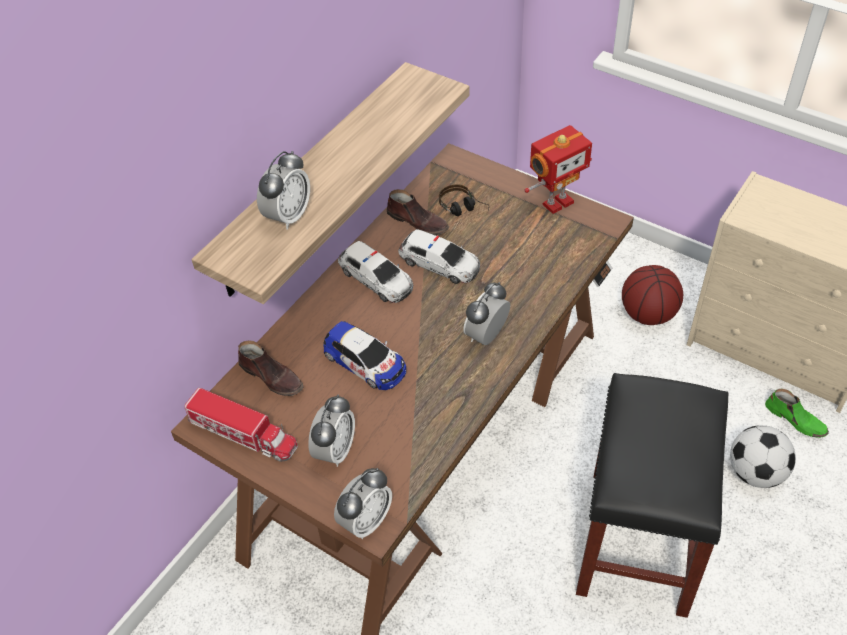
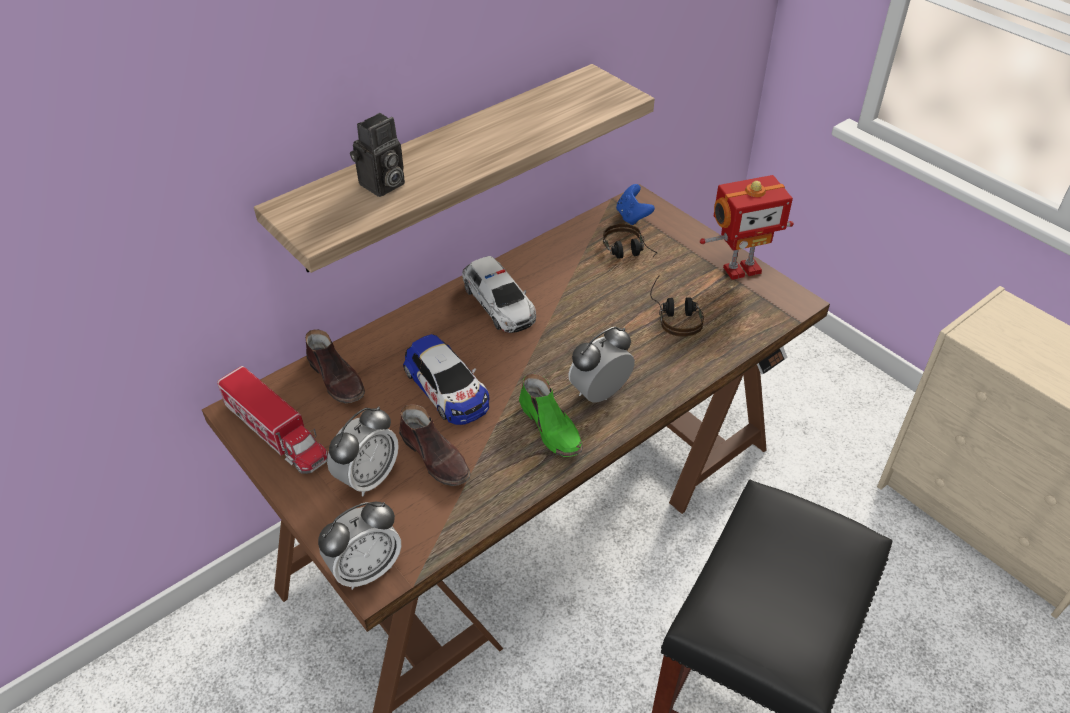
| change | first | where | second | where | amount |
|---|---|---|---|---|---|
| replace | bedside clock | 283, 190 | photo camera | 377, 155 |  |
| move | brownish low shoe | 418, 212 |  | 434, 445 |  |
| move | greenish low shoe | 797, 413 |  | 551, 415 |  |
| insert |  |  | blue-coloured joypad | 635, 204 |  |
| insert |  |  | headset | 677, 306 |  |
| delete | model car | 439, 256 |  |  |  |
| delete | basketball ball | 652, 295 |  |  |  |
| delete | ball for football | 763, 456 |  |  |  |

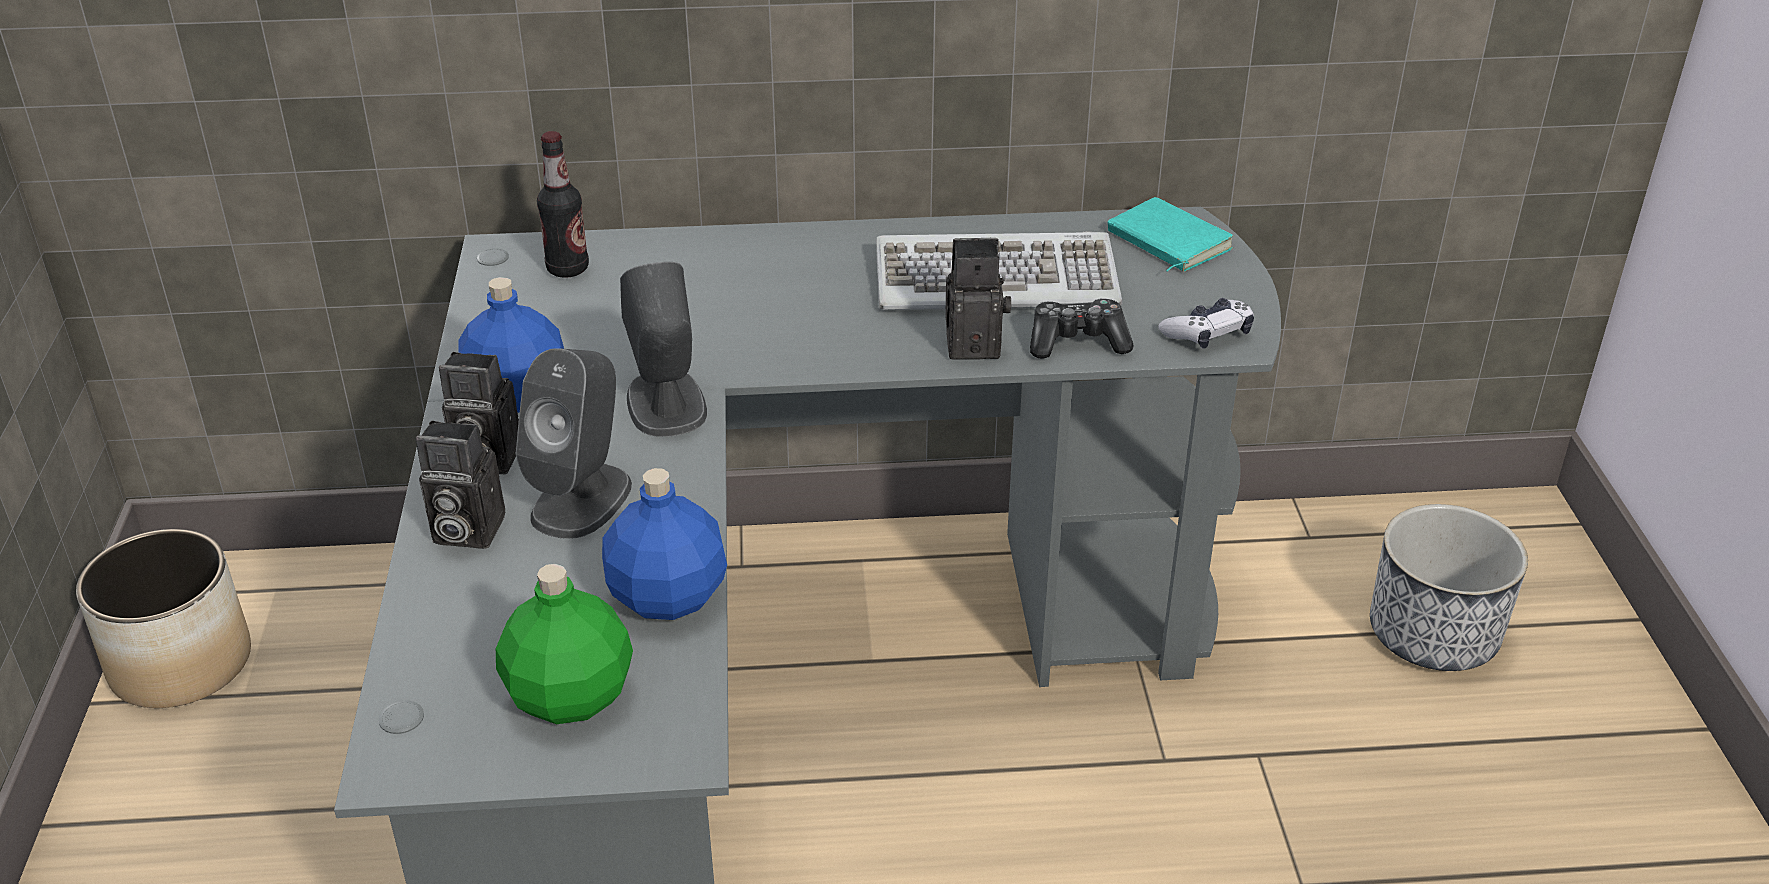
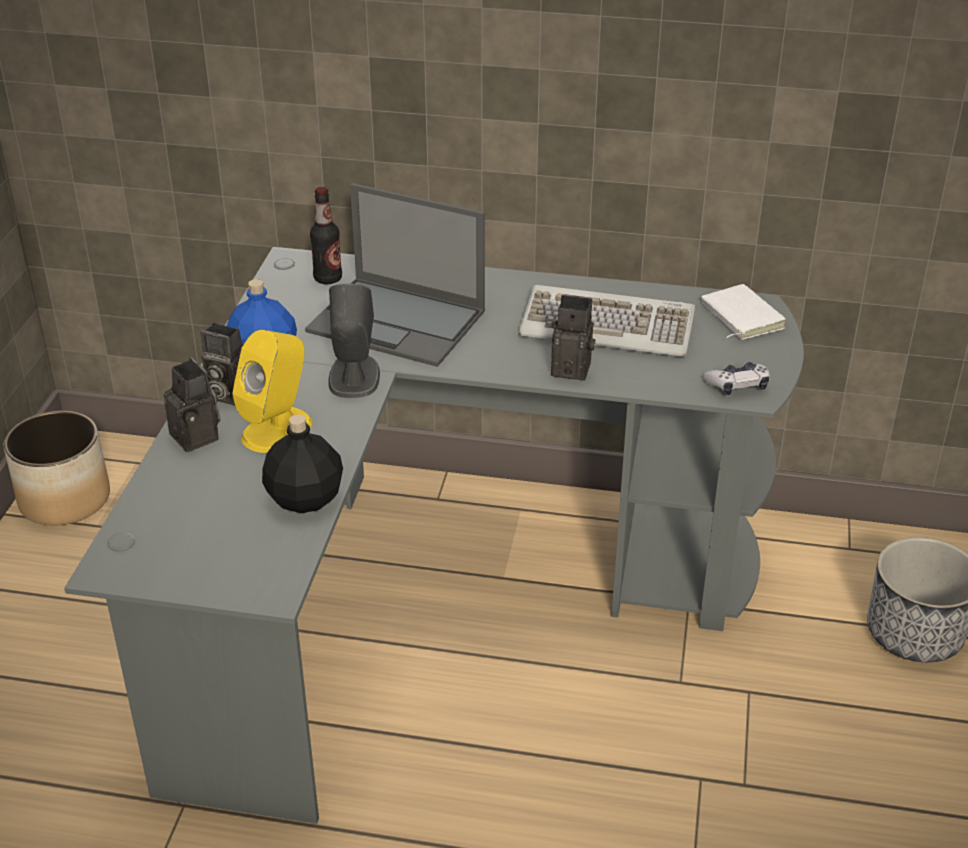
| change | first | where | second | where | amount |
|---|---|---|---|---|---|
| rotate | photo camera | 460, 484 |  | 192, 404 | 150 degrees counterclockwise |
| recolor | gray speaker | 574, 443 | yellow speaker | 272, 391 |  |
| recolor | blue-coloured bottle | 664, 544 | black bottle | 302, 464 |  |
| insert |  |  | laptop | 395, 275 |  |
| recolor | turquoise-coloured volume | 1170, 234 | white volume | 744, 312 |  |
| delete | greenish bottle | 564, 644 |  |  |  |
| delete | joypad | 1081, 328 |  |  |  |

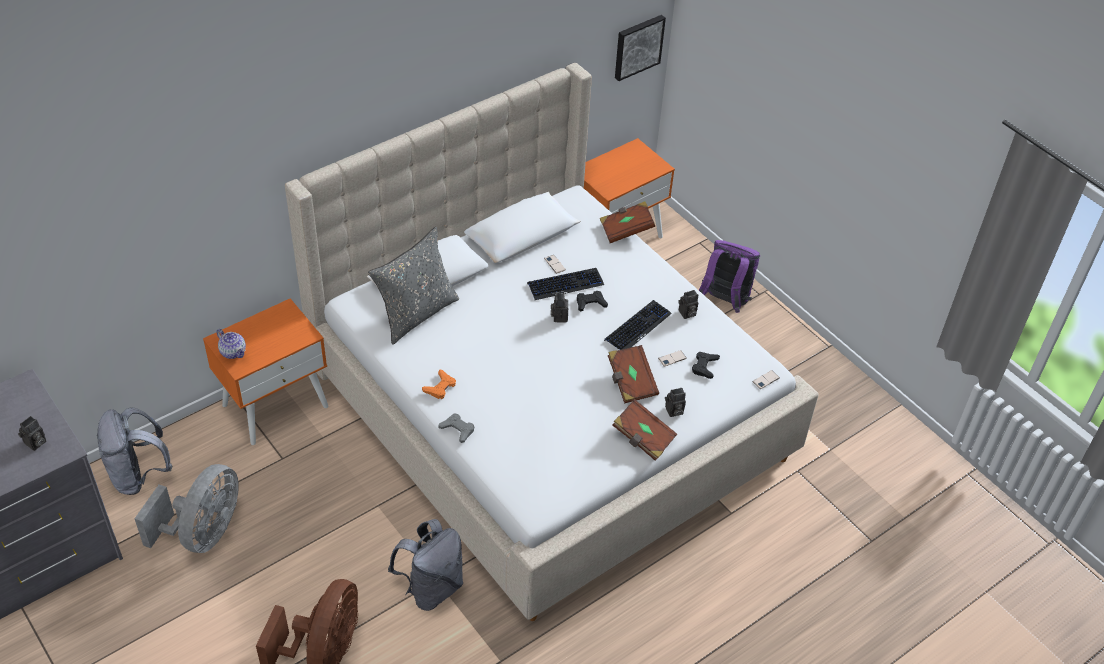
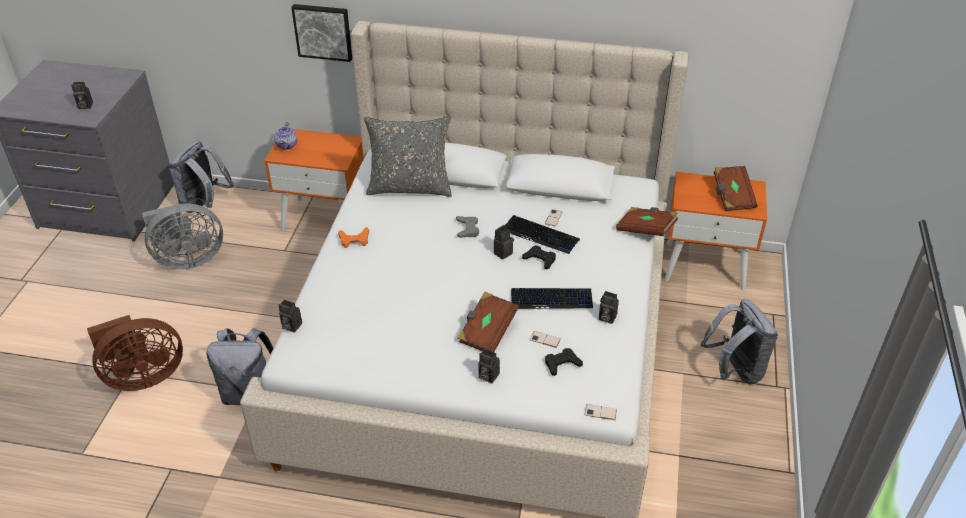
| change | first | where | second | where | amount |
|---|---|---|---|---|---|
| insert |  |  | photo camera | 290, 316 |  |
| move | wall picture | 640, 48 |  | 321, 33 |  |
| move | gray joypad | 456, 428 |  | 467, 227 |  |
| recolor | purplish backpack | 729, 276 | gray backpack | 739, 341 |  |
| move | brownish volume | 644, 430 |  | 736, 188 |  |

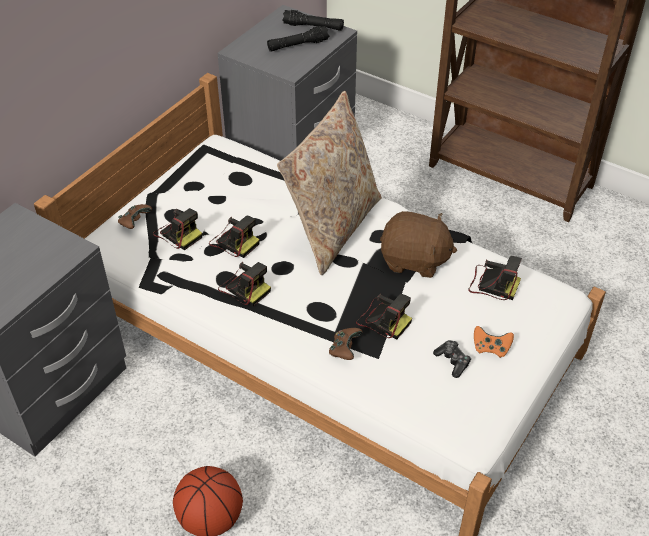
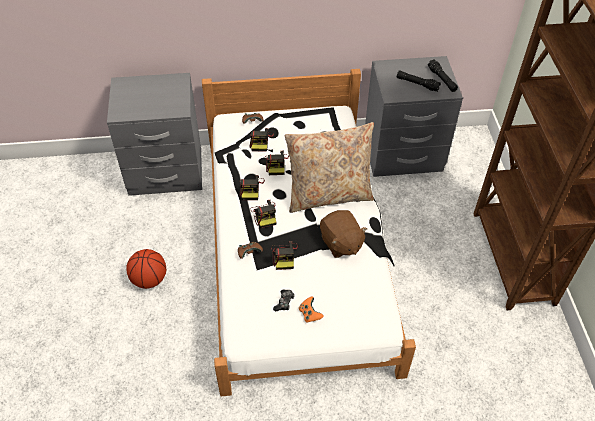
| change | first | where | second | where | amount |
|---|---|---|---|---|---|
| move | photo camera | 495, 278 |  | 263, 214 |  |

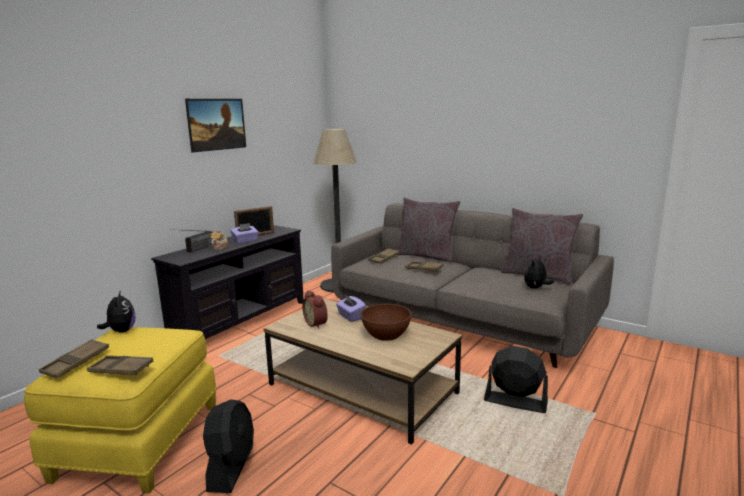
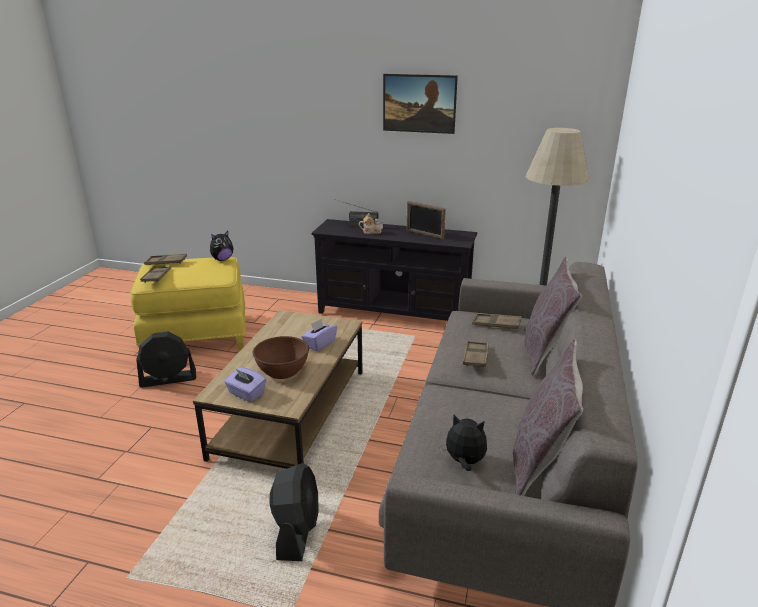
| change | first | where | second | where | amount |
|---|---|---|---|---|---|
| move | purplish tissue box | 244, 233 |  | 245, 384 |  |
| delete | bedside clock | 315, 309 |  |  |  |

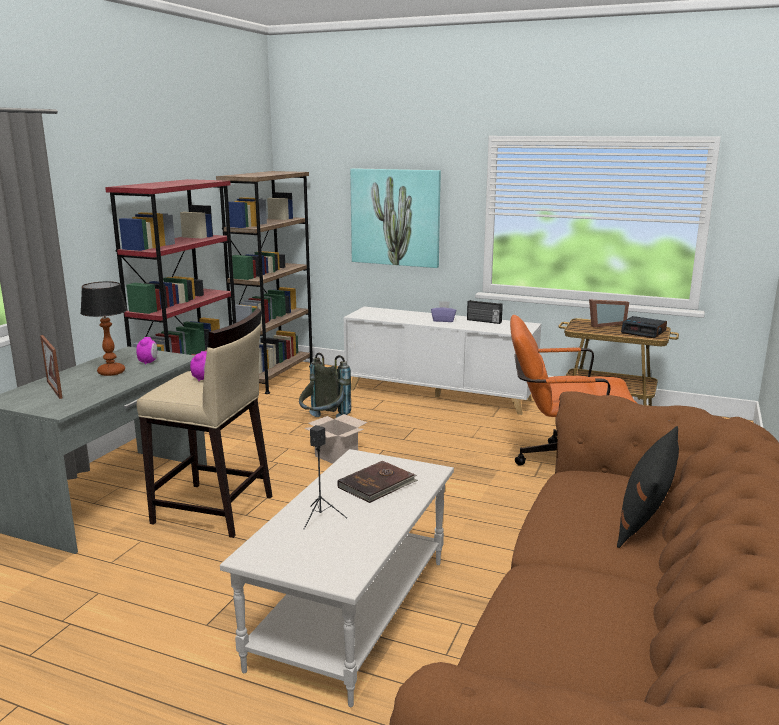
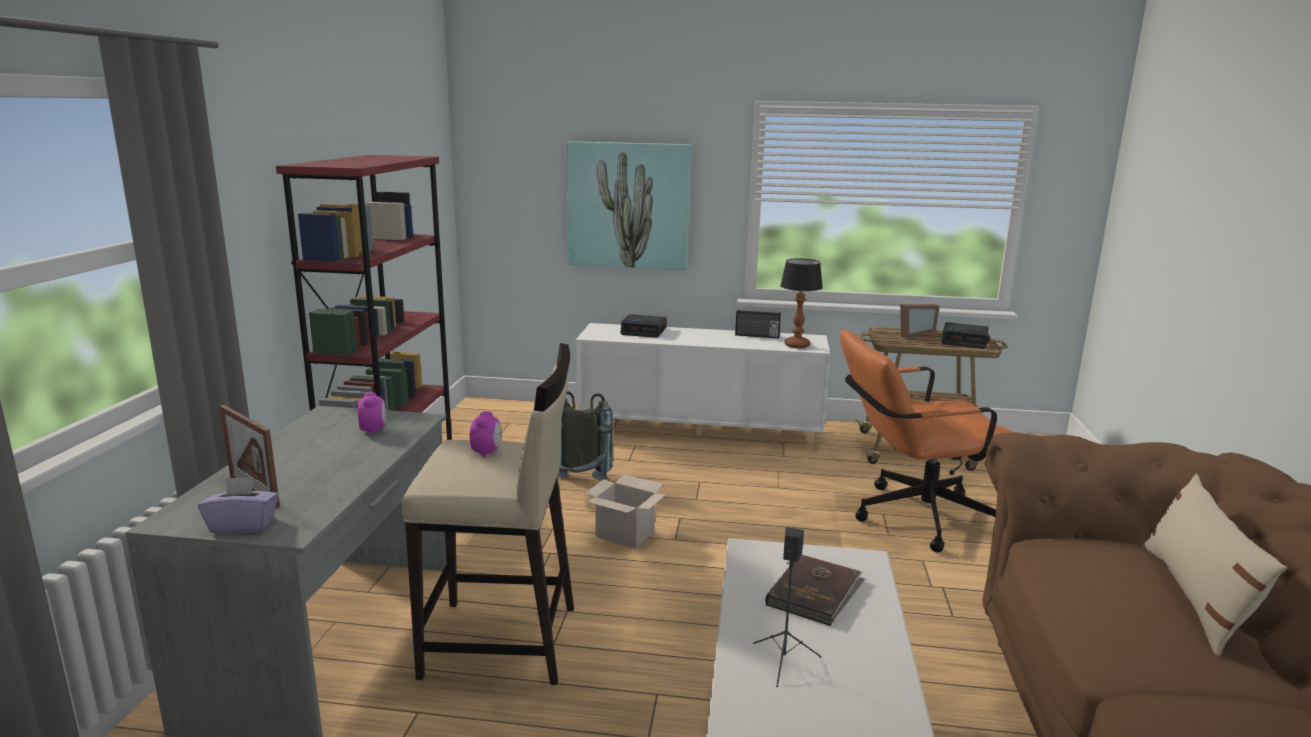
| change | first | where | second | where | amount |
|---|---|---|---|---|---|
| move | purplish tissue box | 444, 311 |  | 238, 505 |  |
| insert |  |  | bedside clock | 644, 326 |  |
| move | tabletop lamp | 104, 328 |  | 801, 303 |  |
| recolor | black pillow | 648, 487 | sand-coloured pillow | 1215, 565 |  |
| delete | brownish bookshelf | 264, 282 |  |  |  |

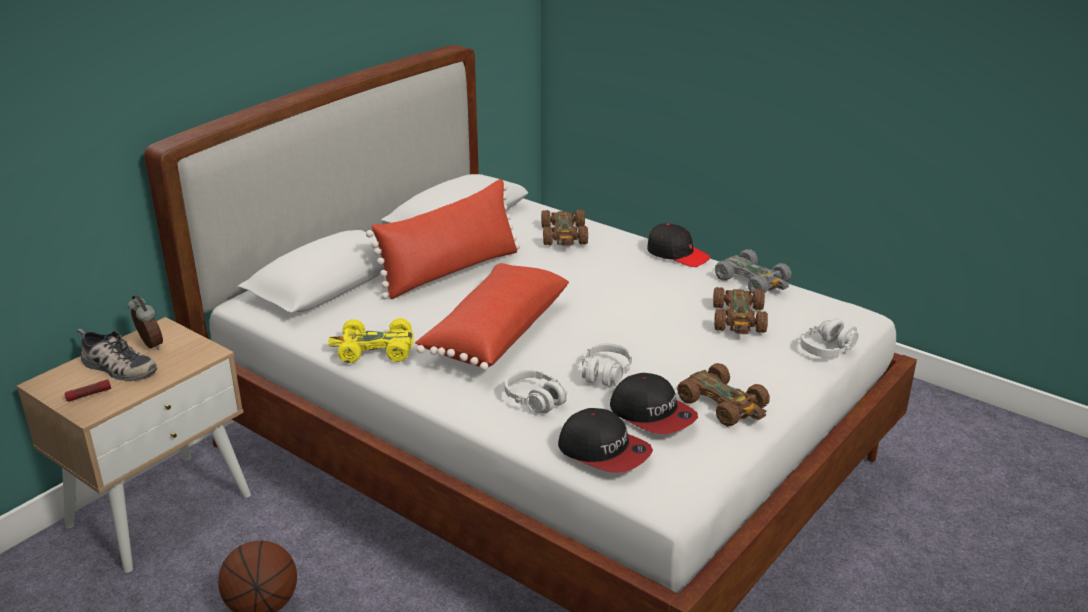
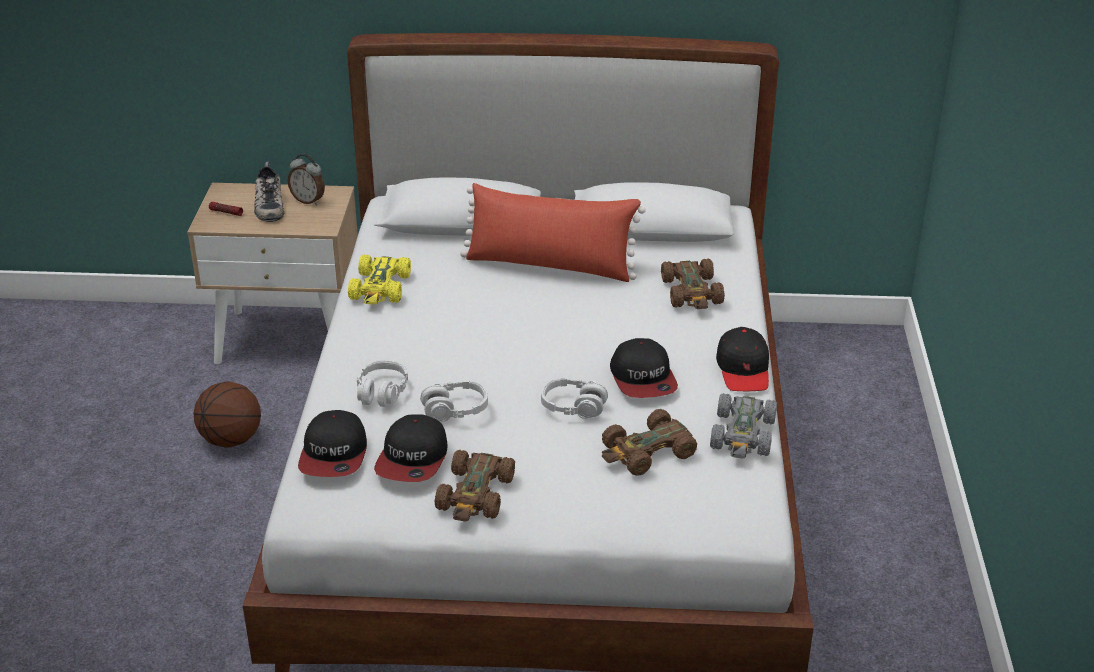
| change | first | where | second | where | amount |
|---|---|---|---|---|---|
| rotate | bedside clock | 145, 322 |  | 306, 179 | 105 degrees clockwise |
| rotate | yellow model car | 371, 340 |  | 379, 280 | 135 degrees counterclockwise |
| move | gray headset | 829, 337 |  | 574, 398 |  |
| insert |  |  | baseball cap | 644, 368 |  |
| rotate | brownish model car | 564, 227 |  | 693, 284 | 60 degrees counterclockwise |
| delete | red-coloured pillow | 492, 317 |  |  |  |

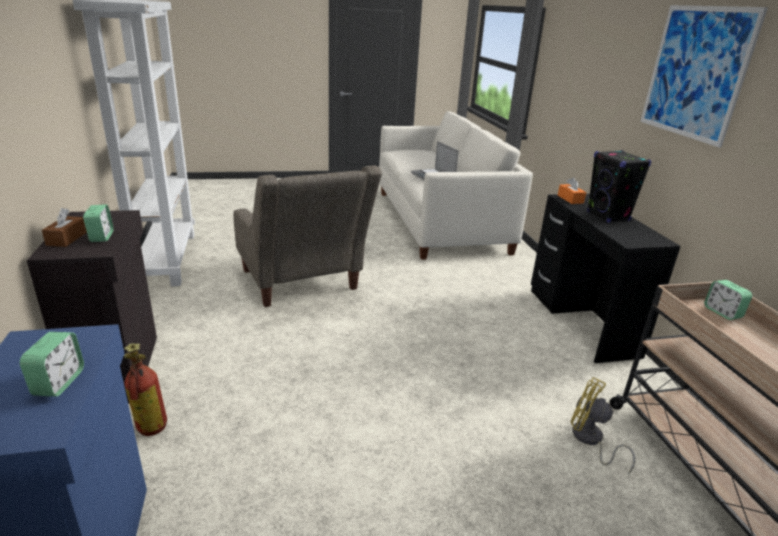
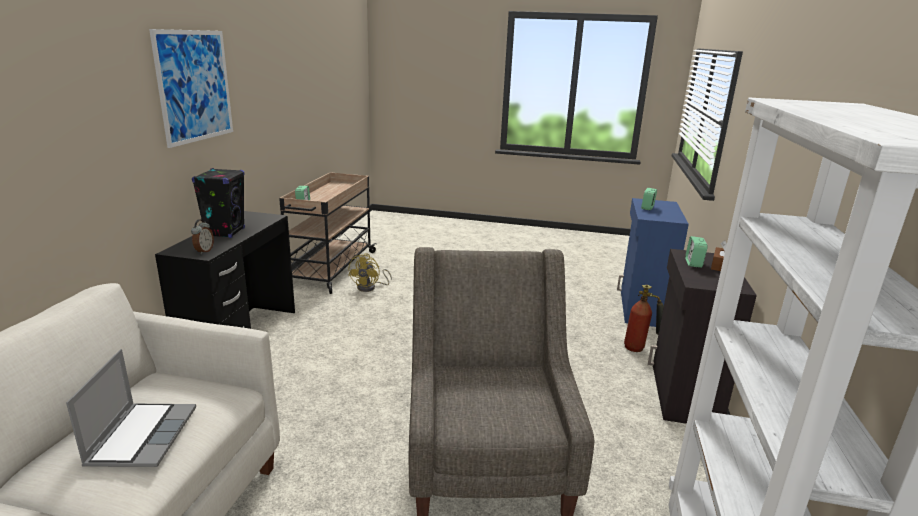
| change | first | where | second | where | amount |
|---|---|---|---|---|---|
| replace | orange-coloured tissue box | 572, 190 | bedside clock | 202, 237 |  |
| rotate | yellow cooling fan | 603, 425 |  | 370, 272 | 45 degrees clockwise |

